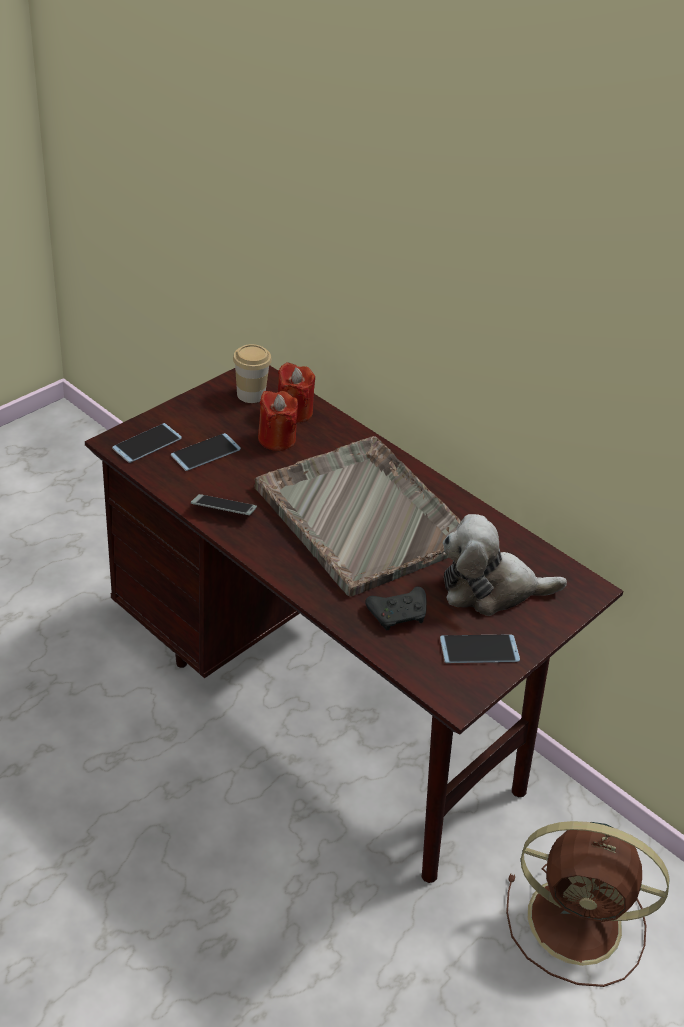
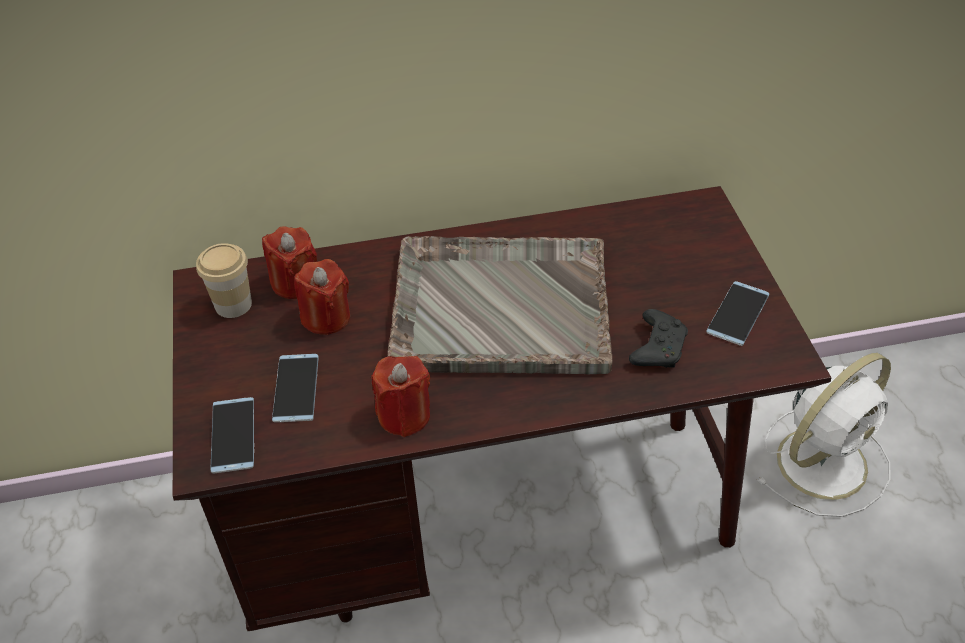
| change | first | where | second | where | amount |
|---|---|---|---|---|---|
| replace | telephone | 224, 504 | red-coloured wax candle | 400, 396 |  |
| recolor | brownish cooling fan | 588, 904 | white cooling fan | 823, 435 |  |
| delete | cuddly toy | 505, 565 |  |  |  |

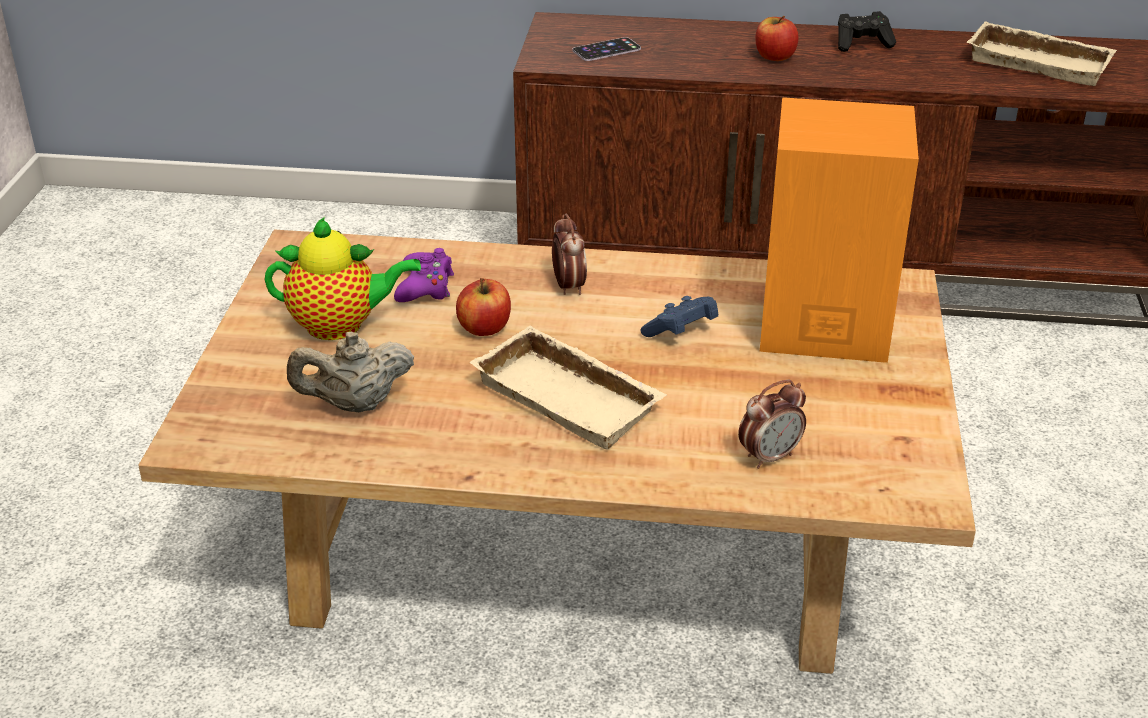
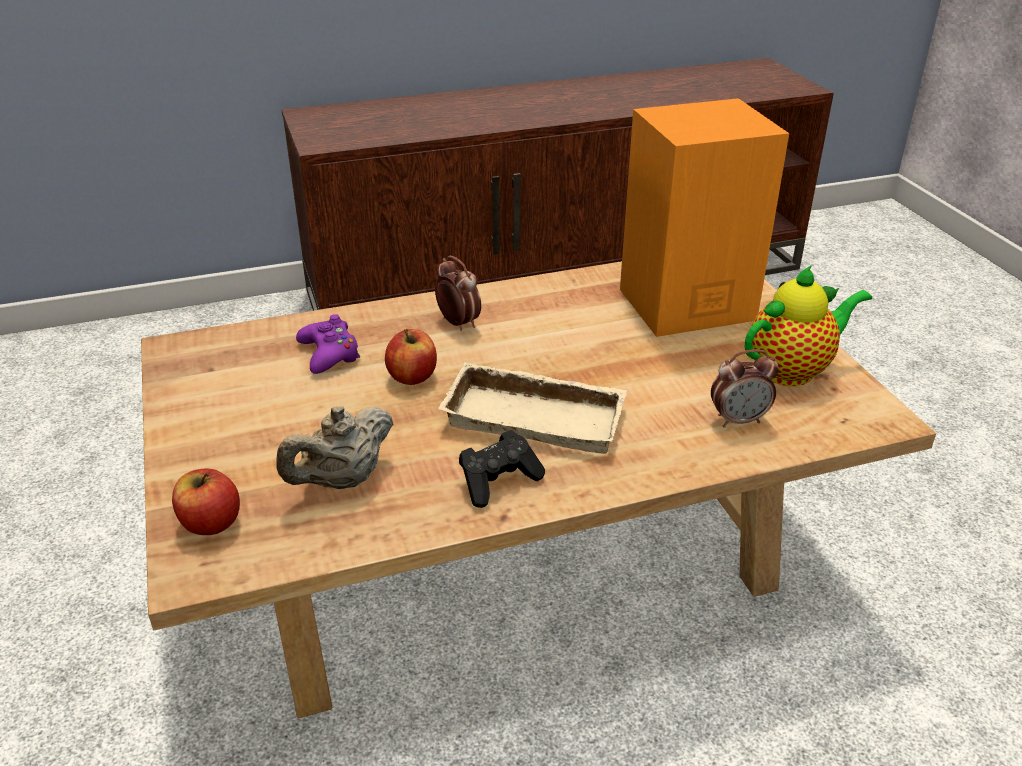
| change | first | where | second | where | amount |
|---|---|---|---|---|---|
| move | apple | 777, 38 |  | 206, 501 |  |
| move | black joypad | 867, 31 |  | 502, 469 |  |
| rotate | bedside clock | 772, 424 |  | 745, 388 | 45 degrees clockwise |
| move | pot for tea | 343, 278 |  | 808, 325 |  |
| delete | telephone | 607, 49 |  |  |  |
| delete | blue-coloured joypad | 679, 316 |  |  |  |
| delete | sand-coloured serving tray | 1041, 53 |  |  |  |

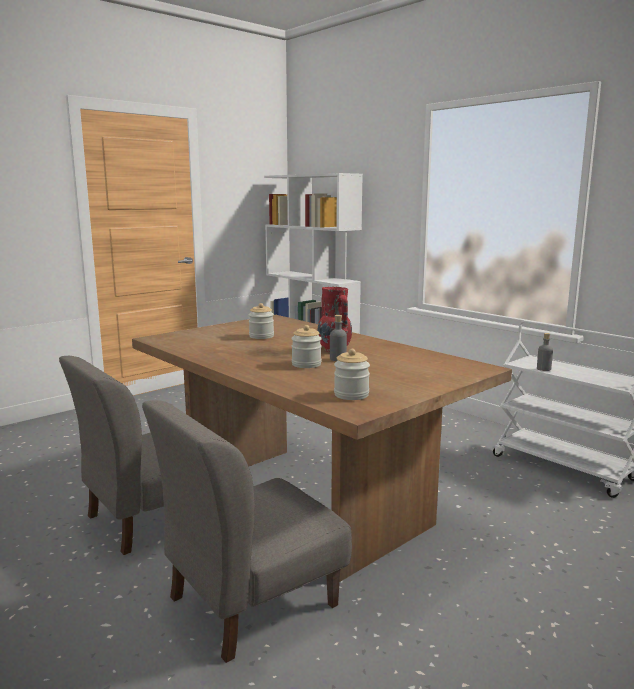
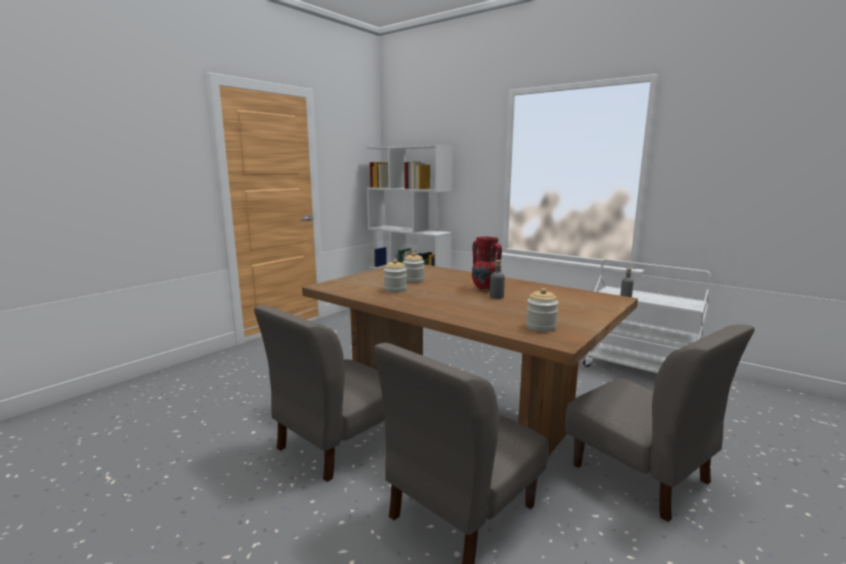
| change | first | where | second | where | amount |
|---|---|---|---|---|---|
| move | storage jar | 306, 346 |  | 395, 275 |  |
| insert |  |  | gray plain chair | 660, 423 |  |

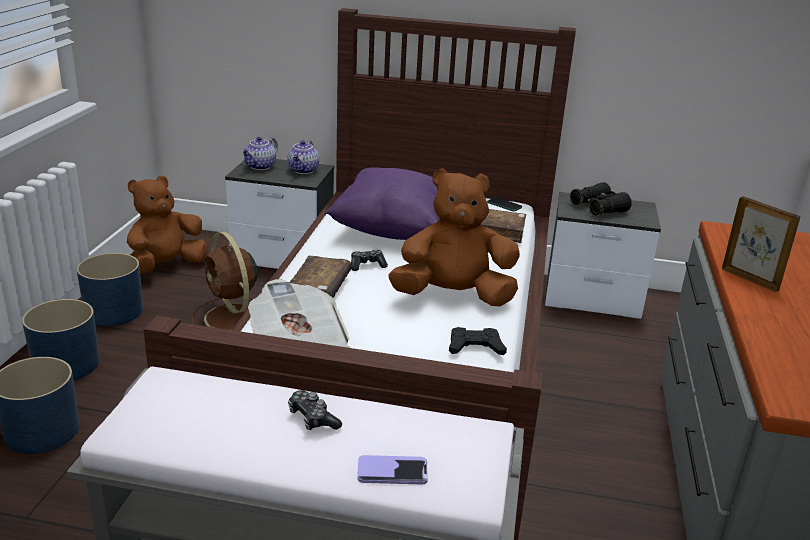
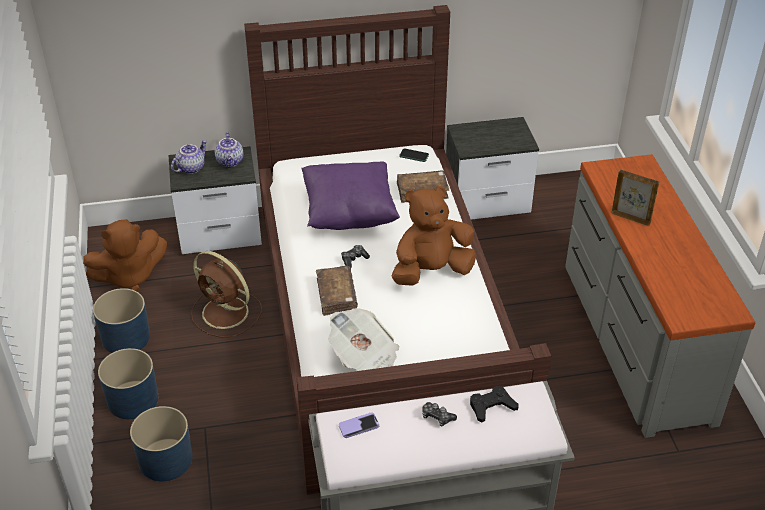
| change | first | where | second | where | amount |
|---|---|---|---|---|---|
| rotate | brownish cuddly toy | 167, 225 |  | 125, 255 | 135 degrees counterclockwise |
| rotate | pot for tea | 259, 153 |  | 189, 157 | 150 degrees counterclockwise |
| move | telephone | 392, 469 |  | 359, 425 |  |
| move | black joypad | 478, 341 |  | 494, 404 |  |
| delete | black binoculars | 601, 199 |  |  |  |

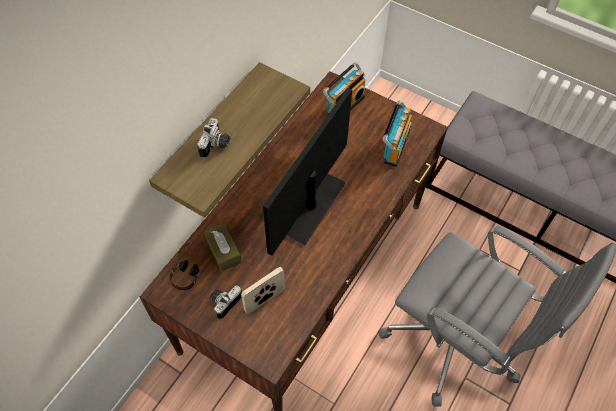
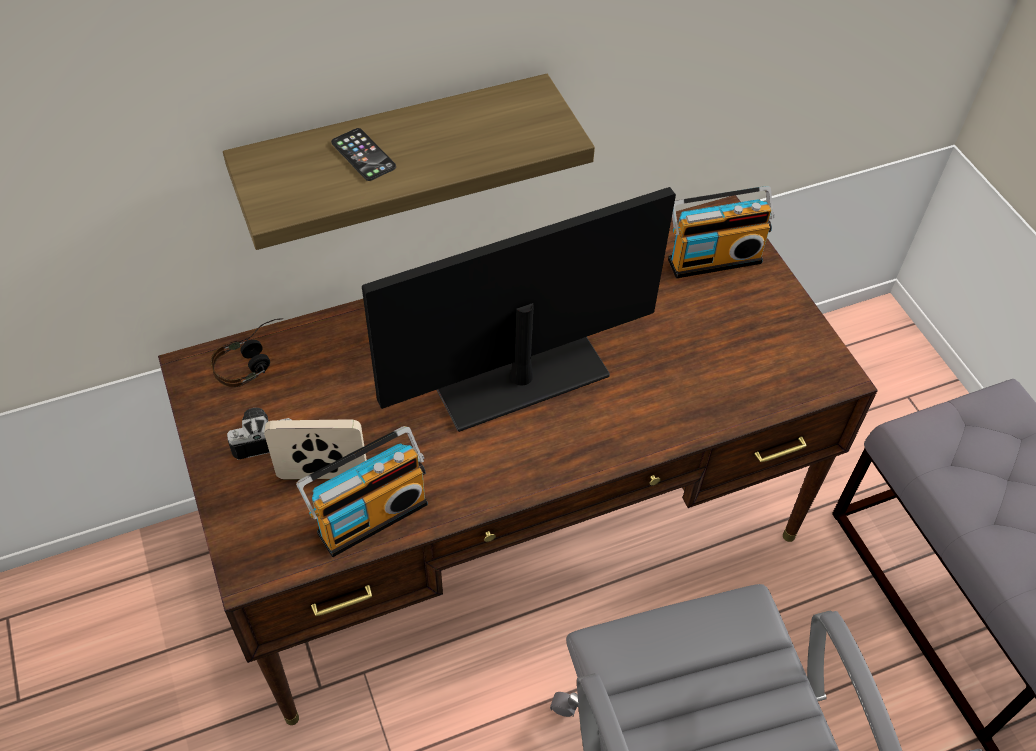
| change | first | where | second | where | amount |
|---|---|---|---|---|---|
| move | radio | 397, 133 |  | 362, 491 |  |
| replace | photo camera | 213, 138 | telephone | 363, 154 |  |
| delete | brownish tissue box | 223, 247 |  |  |  |

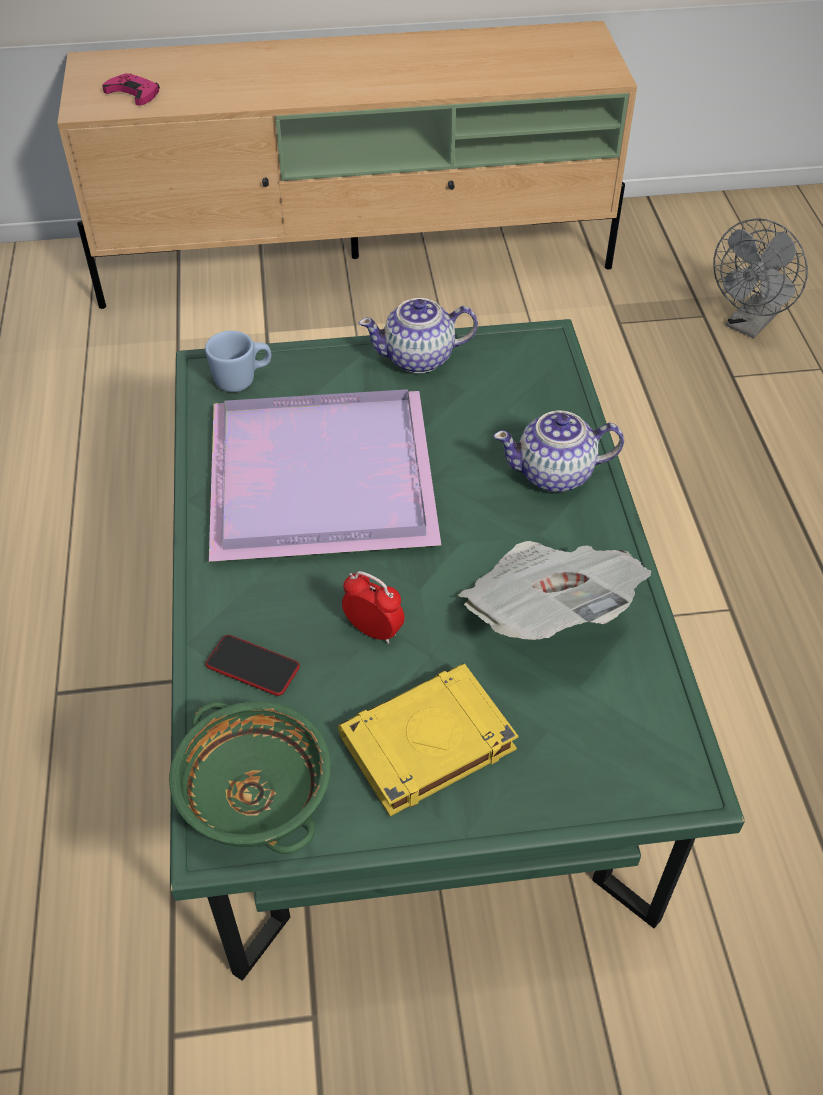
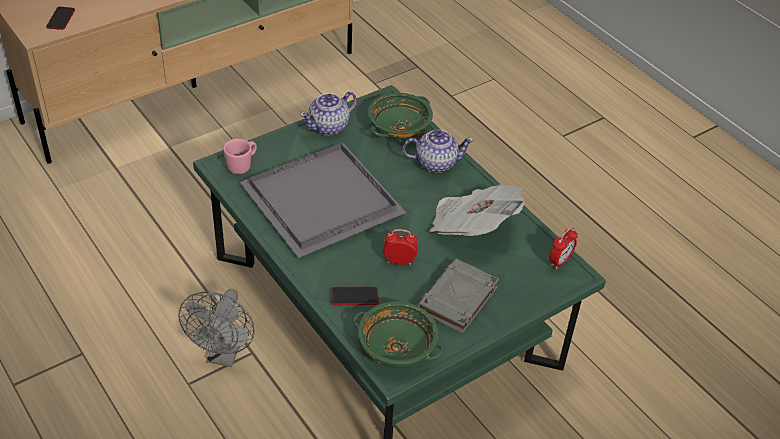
| change | first | where | second | where | amount |
|---|---|---|---|---|---|
| replace | pinkish joypad | 131, 89 | telephone | 60, 18 |  |
| move | gray cooling fan | 761, 278 |  | 216, 328 |  |
| recolor | blue-coloured coffee mug | 238, 361 | pinkish coffee mug | 240, 156 |  |
| recolor | purplish serving tray | 325, 475 | gray serving tray | 323, 200 |  |
| insert |  |  | greenish deep dish | 400, 116 |  |
| rotate | pot for tea | 559, 451 |  | 438, 151 | 150 degrees counterclockwise |
| recolor | yellow volume | 428, 740 | gray volume | 458, 296 |  |
| insert |  |  | bedside clock | 563, 248 |  |

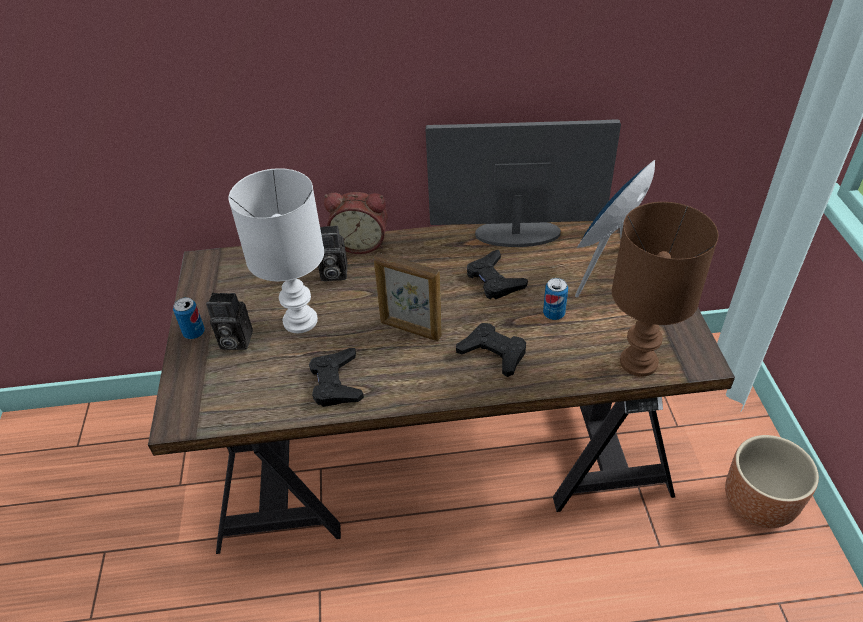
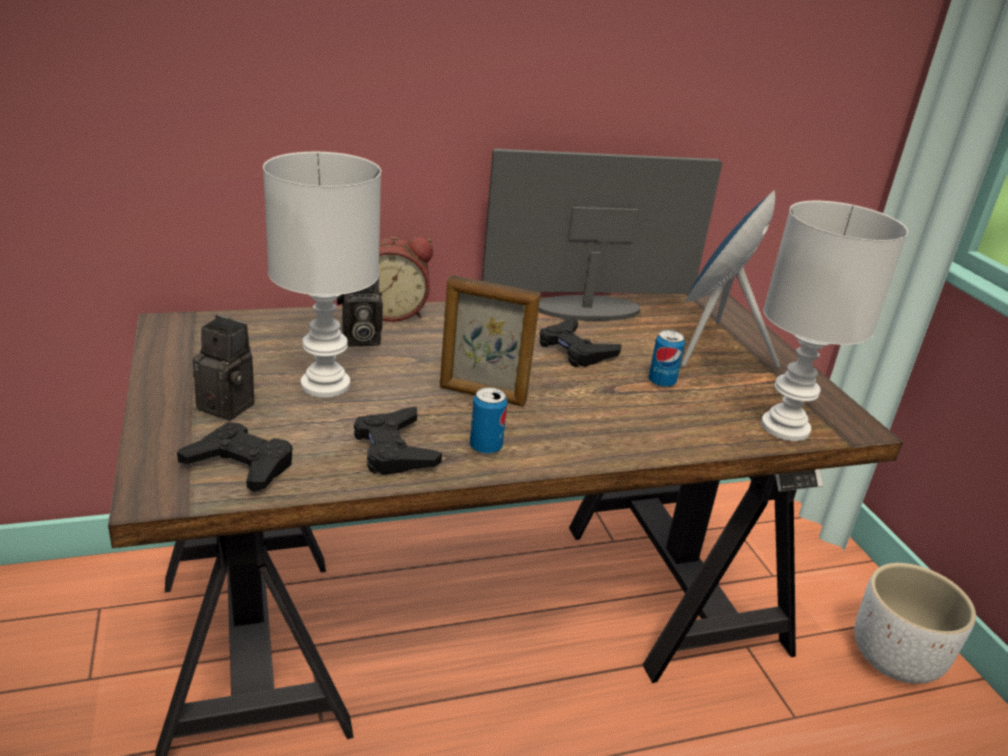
| change | first | where | second | where | amount |
|---|---|---|---|---|---|
| move | black joypad | 491, 350 |  | 235, 457 |  |
| rotate | photo camera | 229, 321 |  | 224, 367 | 150 degrees counterclockwise |
| move | sealed can | 189, 318 |  | 488, 420 |  |
| recolor | brownish tabletop lamp | 665, 289 | white tabletop lamp | 834, 321 |  |
| recolor | brownish planter | 772, 481 | white planter | 915, 623 |  |

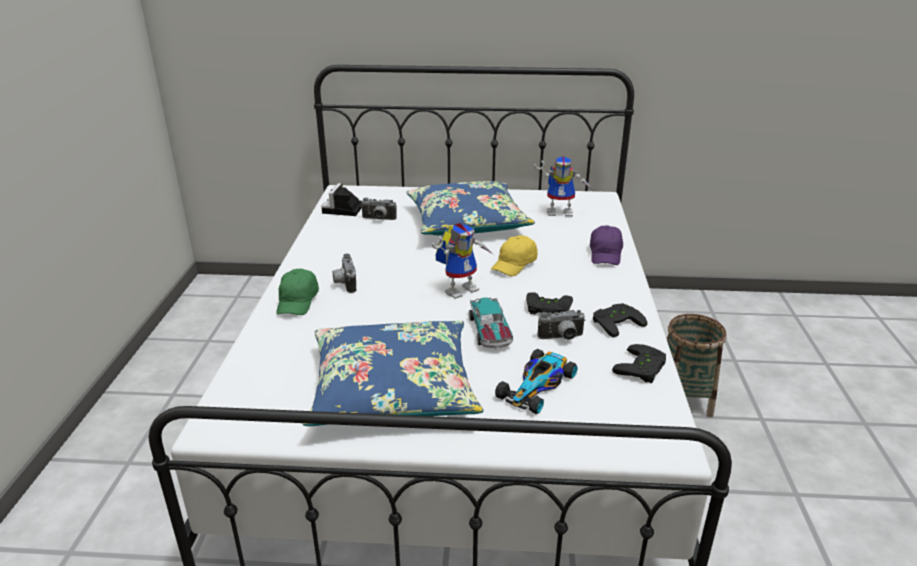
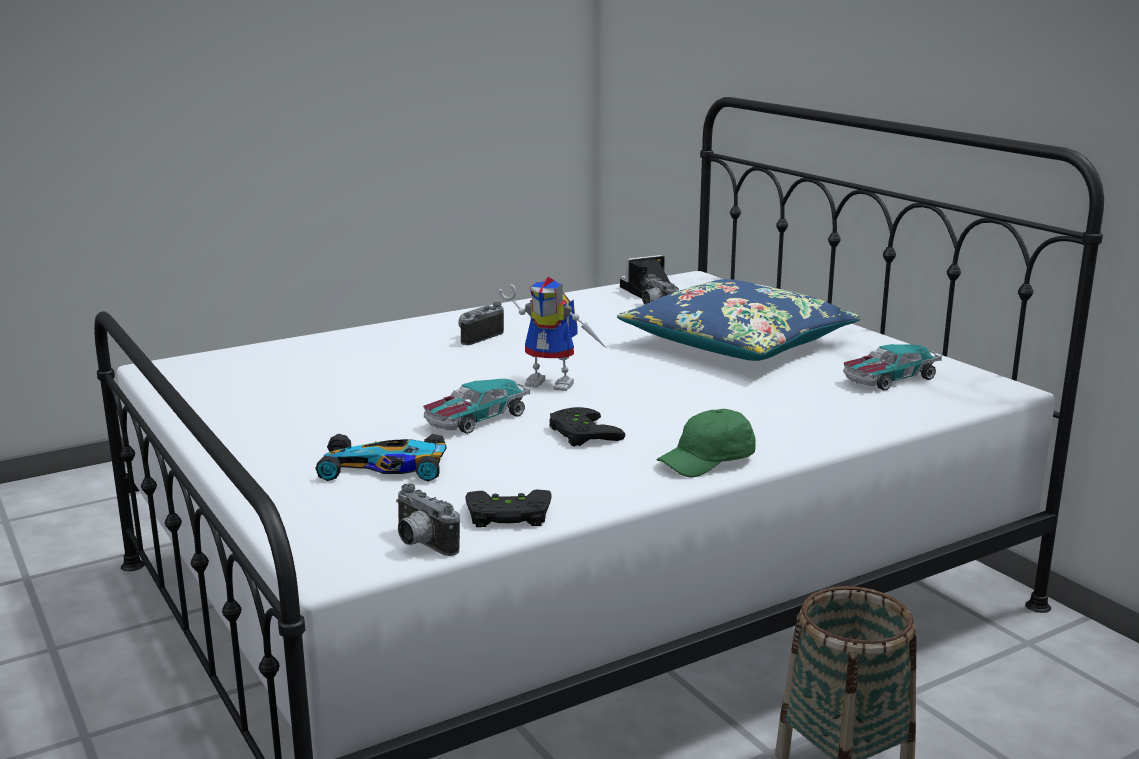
| change | first | where | second | where | amount |
|---|---|---|---|---|---|
| move | photo camera | 562, 325 |  | 428, 520 |  |
| move | greenish baseball cap | 297, 291 |  | 706, 443 |  |
| replace | robot figure | 564, 186 | model car | 892, 367 |  |
| delete | blue-coloured pillow | 392, 373 |  |  |  |
| delete | yellow baseball cap | 514, 255 |  |  |  |
| delete | purplish baseball cap | 606, 245 |  |  |  |
| delete | black joypad | 620, 320 |  |  |  |

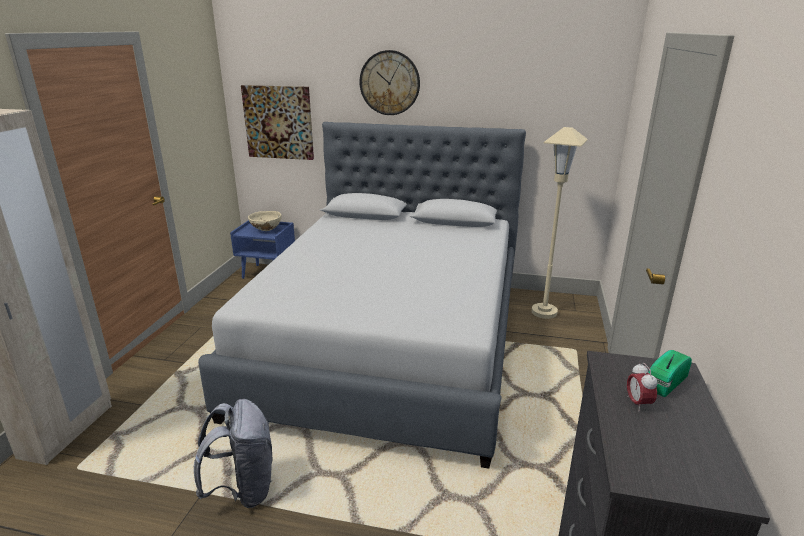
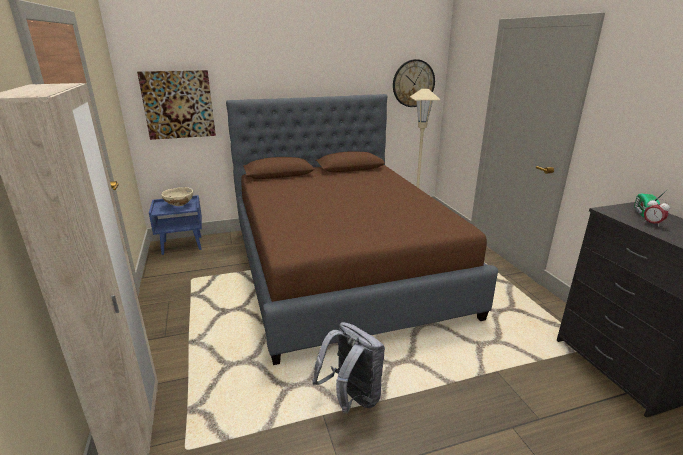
| change | first | where | second | where | amount |
|---|---|---|---|---|---|
| recolor | gray bedroom bed | 362, 295 | brownish bedroom bed | 362, 229 |  |
| move | clock on the wall | 389, 82 |  | 414, 83 |  |

